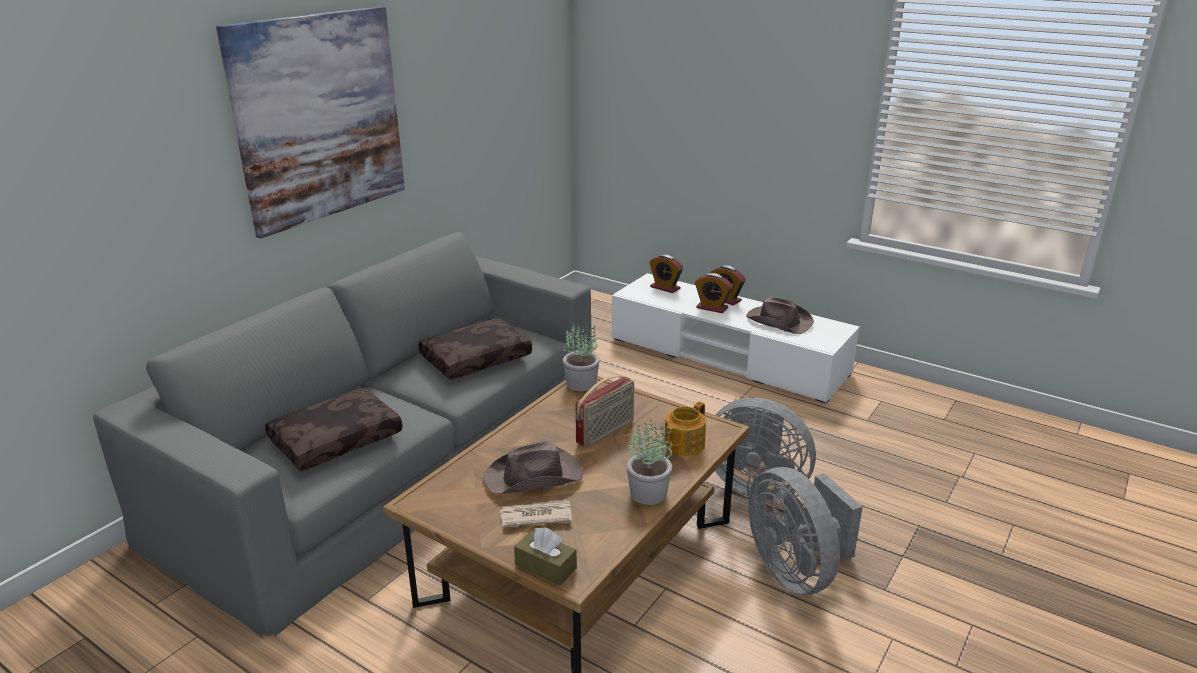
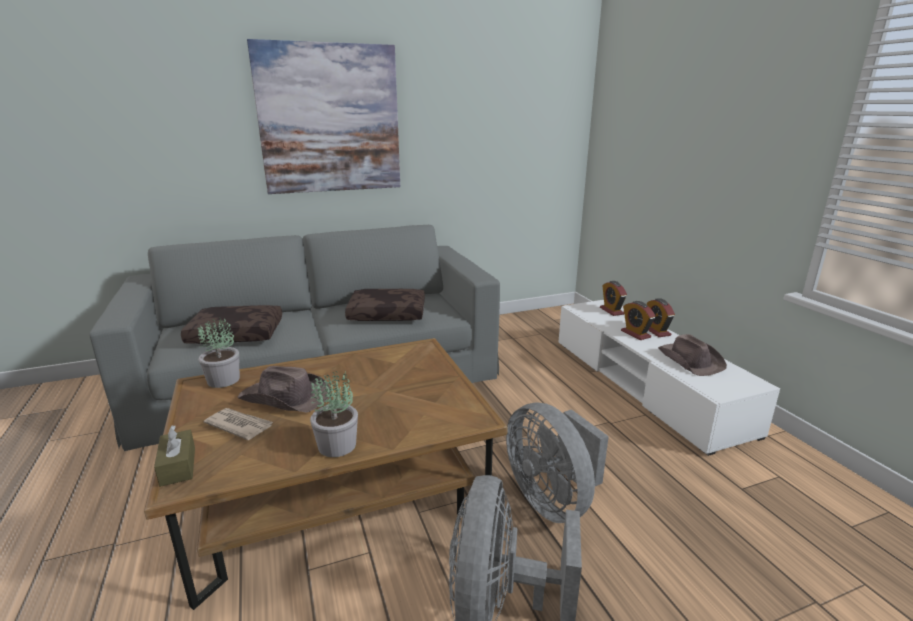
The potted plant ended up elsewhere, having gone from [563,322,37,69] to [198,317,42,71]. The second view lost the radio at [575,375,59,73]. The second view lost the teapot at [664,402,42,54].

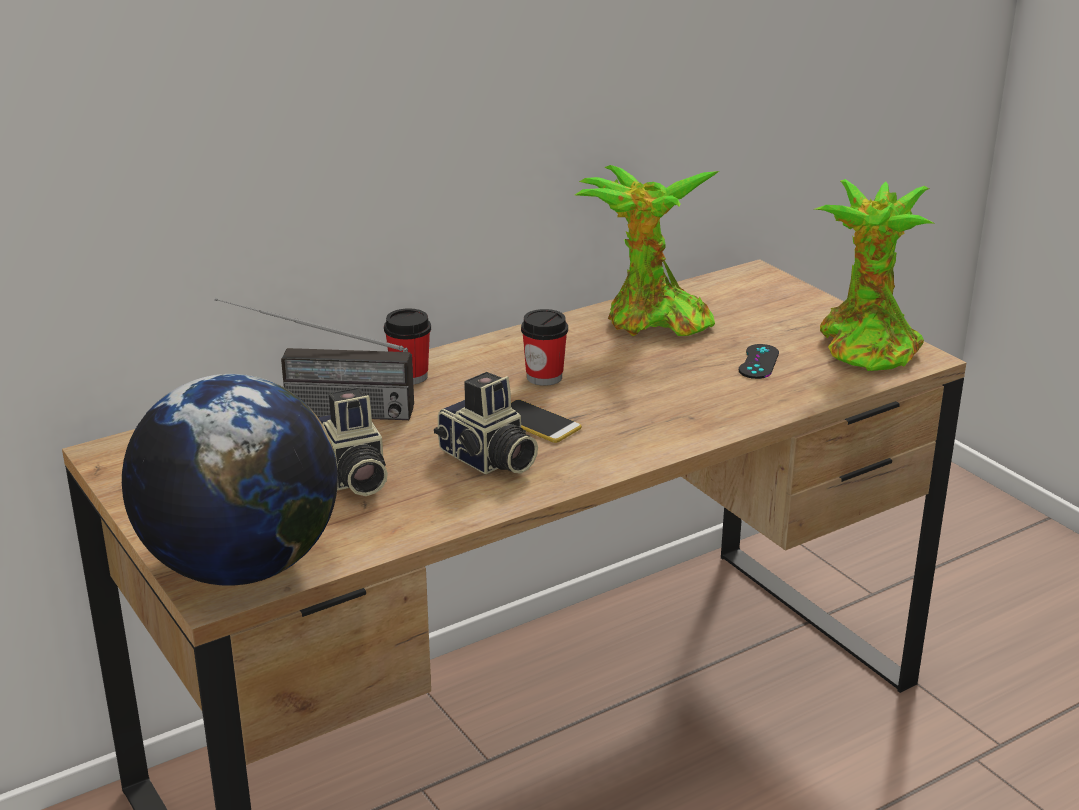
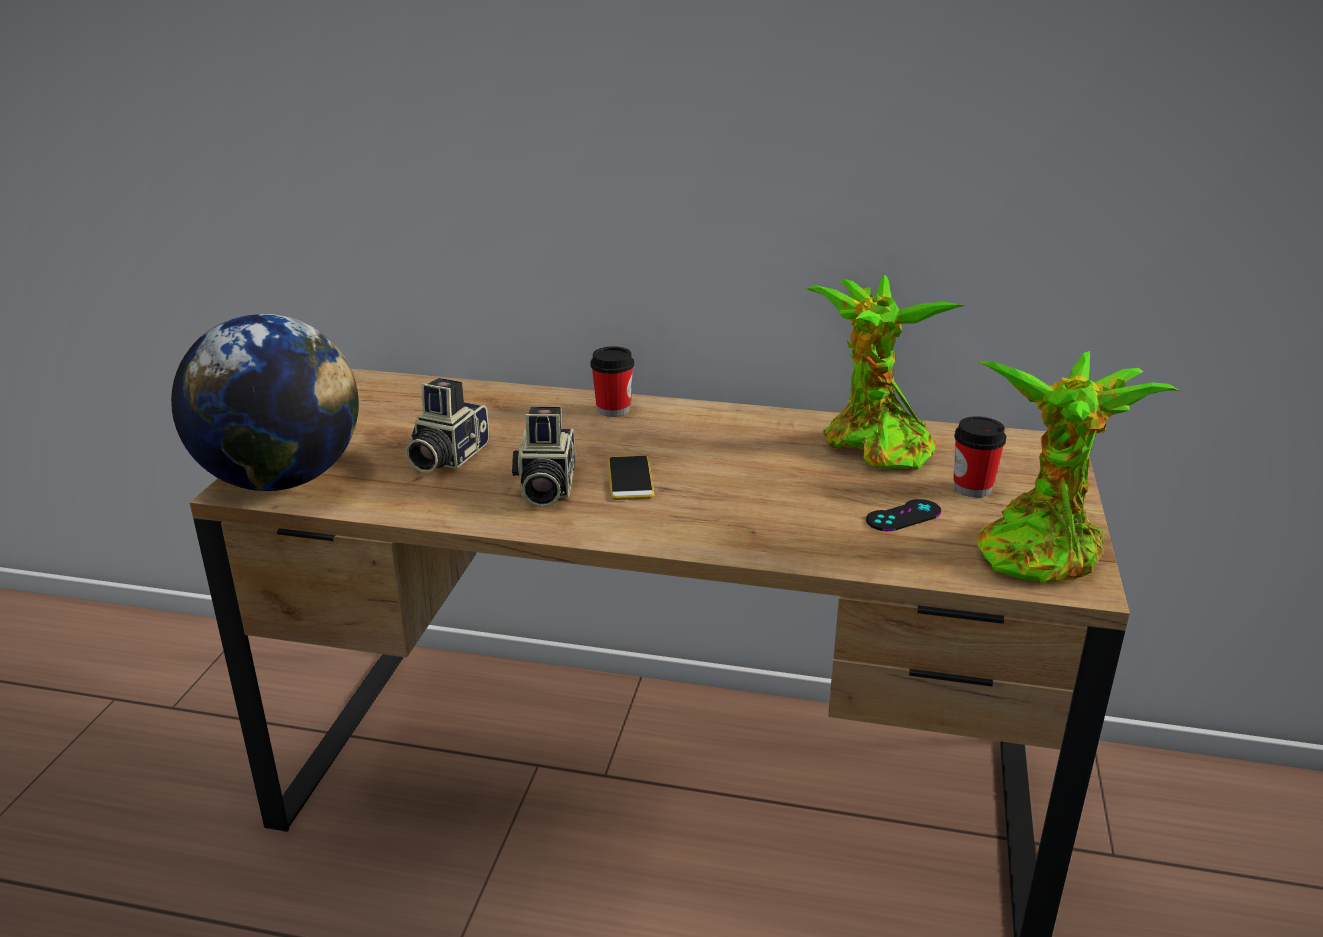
The second view lost the radio at [215,298,199,122]. The cup ended up elsewhere, having gone from [521,309,47,77] to [953,416,53,81].

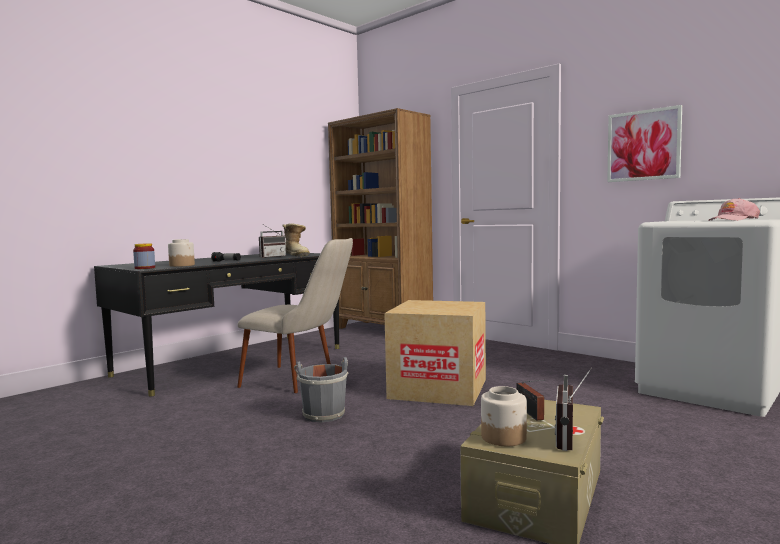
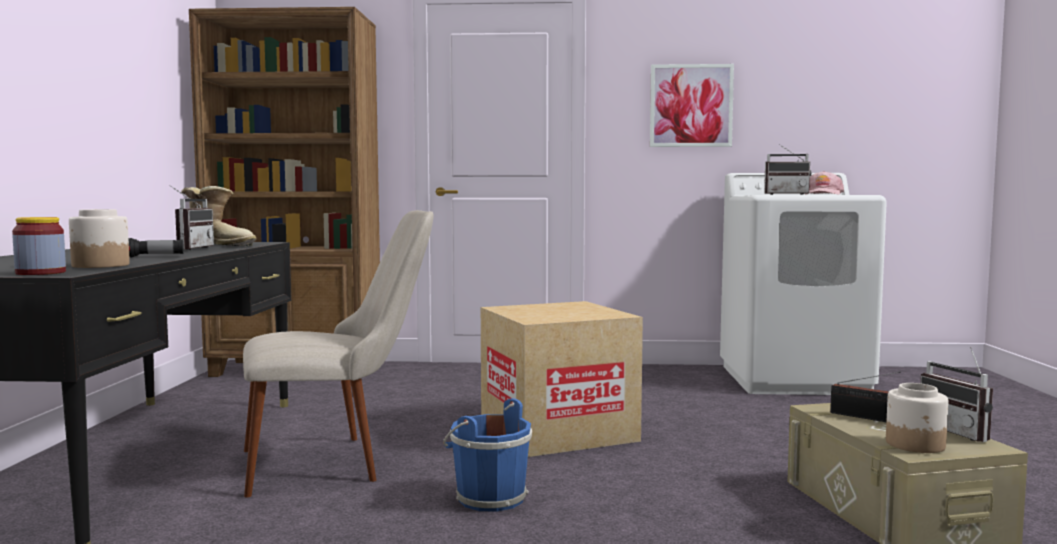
What was the grey bucket at [294,357,54,65] turned into the blue bucket at [443,398,89,114]. The second view gained the radio at [764,144,47,51].

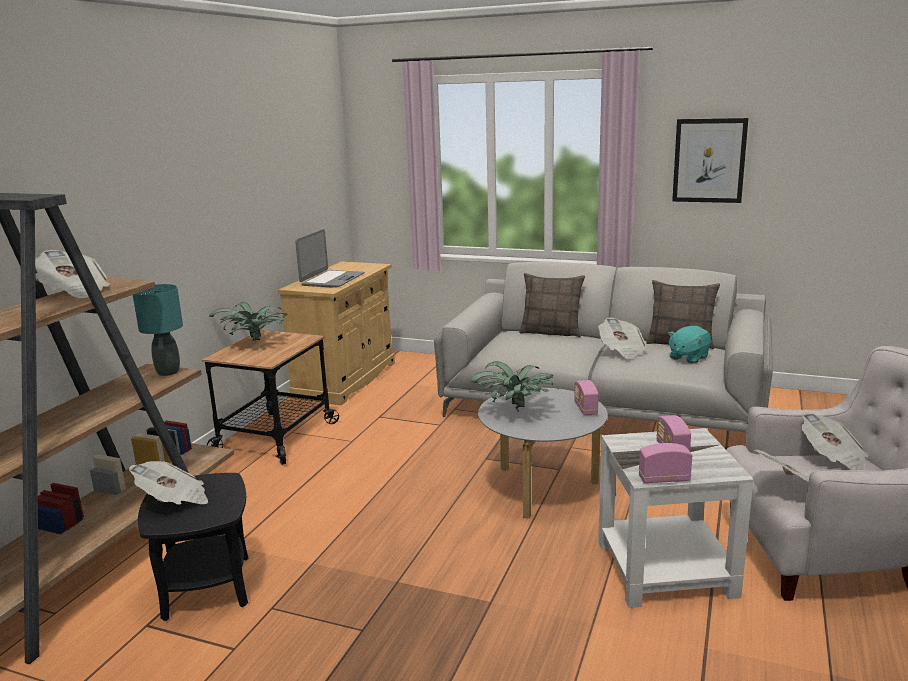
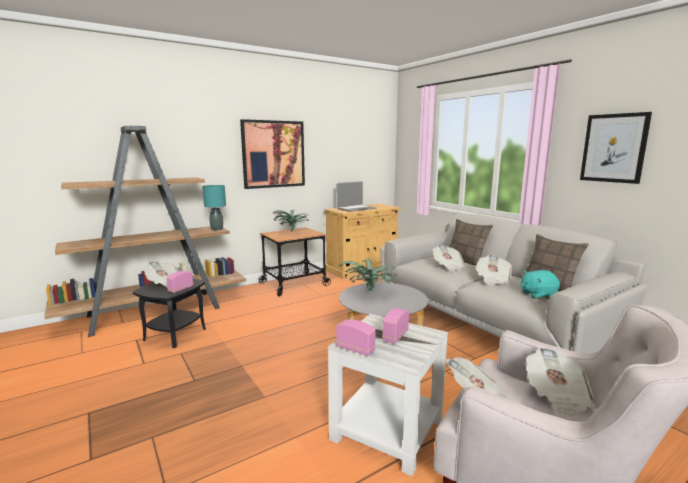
The newspaper ended up elsewhere, having gone from [35,250,75,48] to [433,244,32,28]. The radio ended up elsewhere, having gone from [574,380,24,35] to [166,271,27,22]. The second view gained the picture at [240,119,65,70].

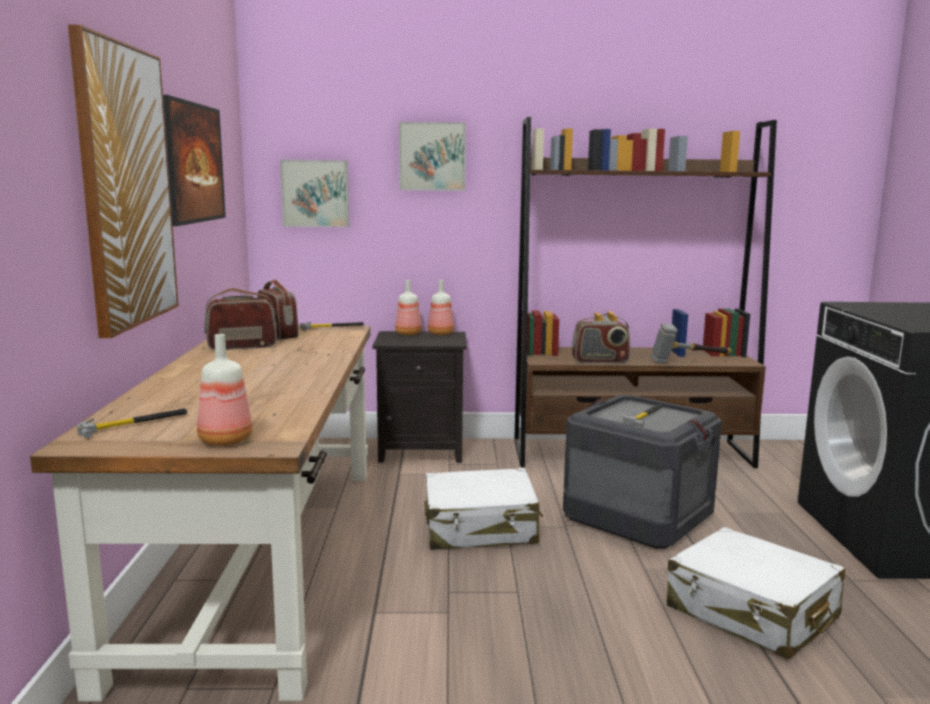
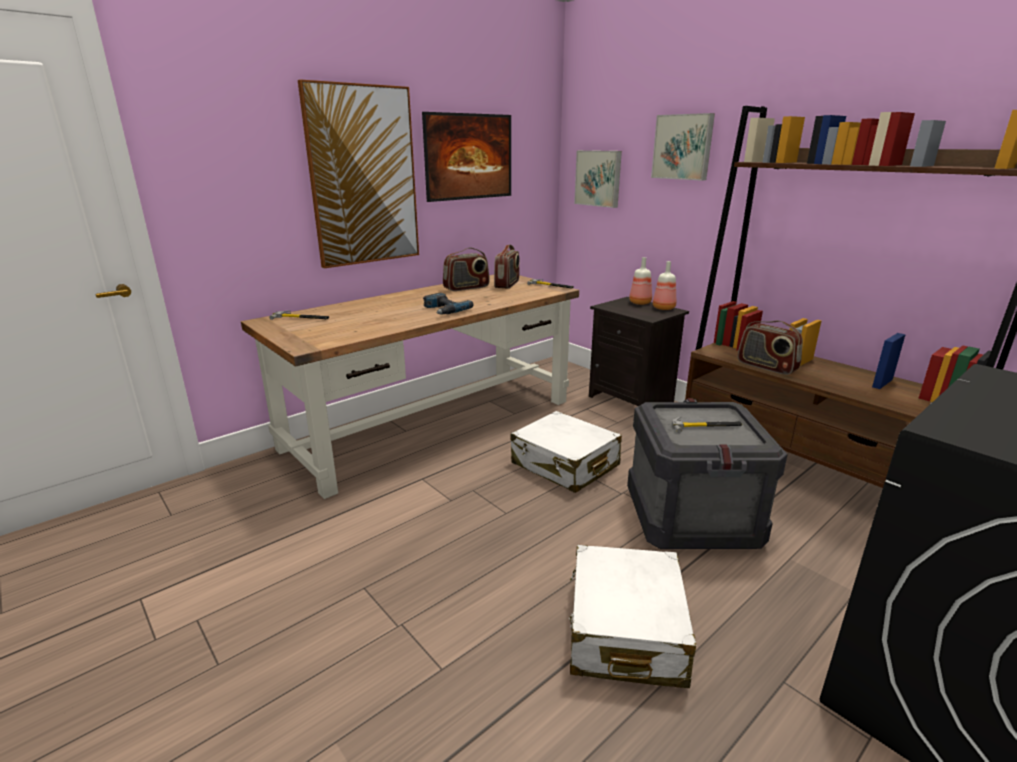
The second view lost the bottle at [197,334,56,112]. The radio at [204,288,73,62] ended up facing another way, 120 degrees clockwise from before. The second view lost the hammer at [651,323,81,41]. The second view gained the power drill at [423,293,51,22].

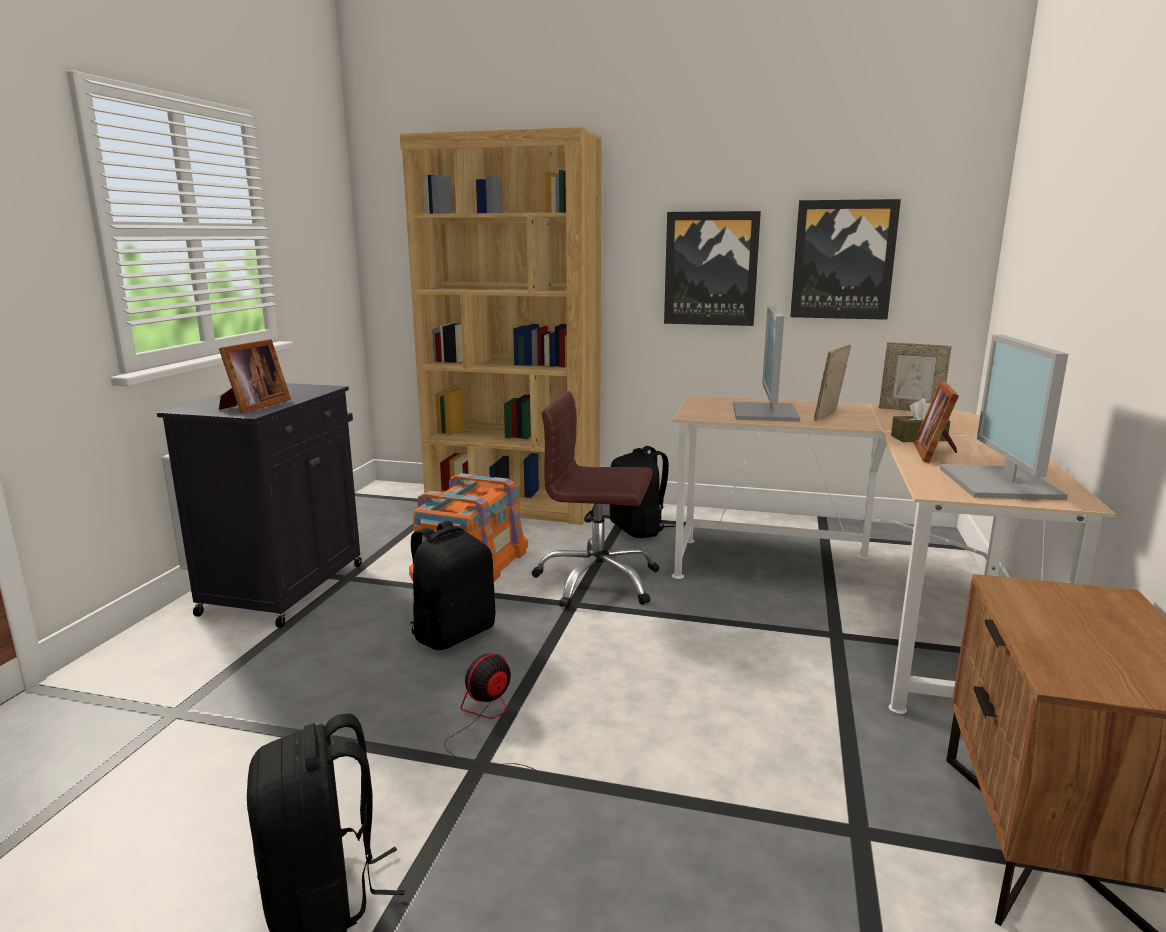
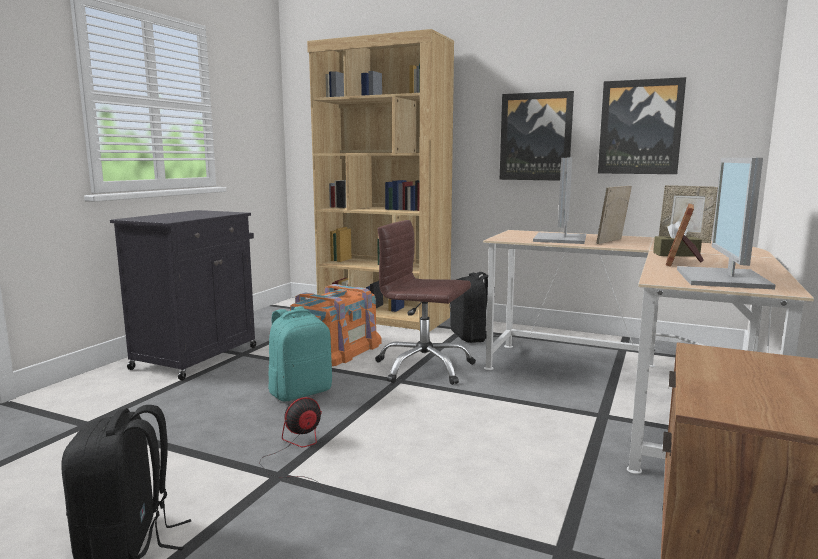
The second view lost the picture frame at [219,339,72,74]. What was the black backpack at [410,521,85,129] turned into the turquoise backpack at [268,306,64,96].

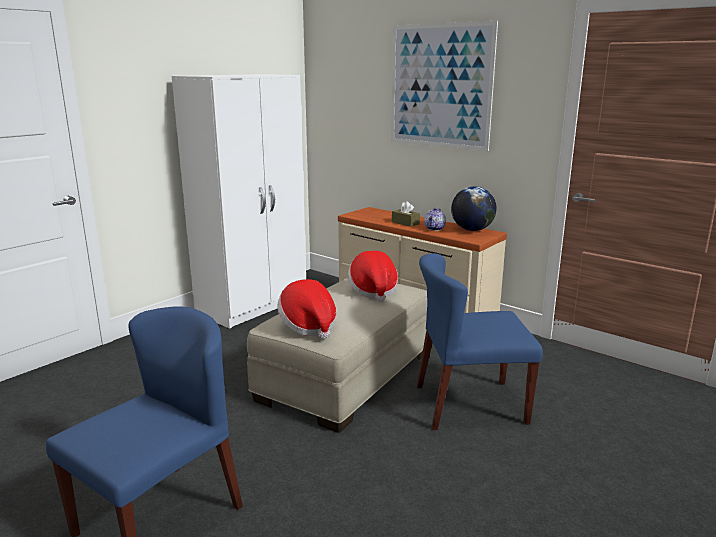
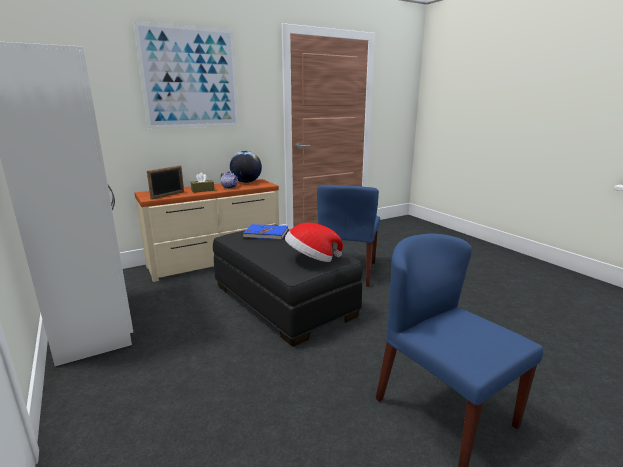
What was the beige ottoman at [247,278,180,155] turned into the black ottoman at [213,225,150,122]. Where the hat stood at [348,251,50,51], the blue book came to stand at [243,224,45,16]. The second view gained the picture frame at [147,165,37,35].

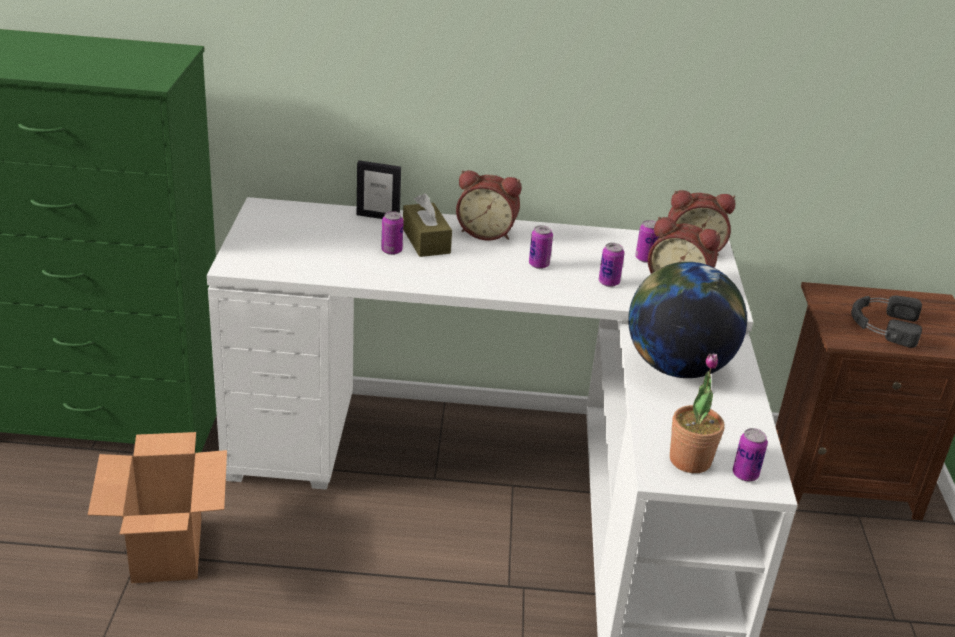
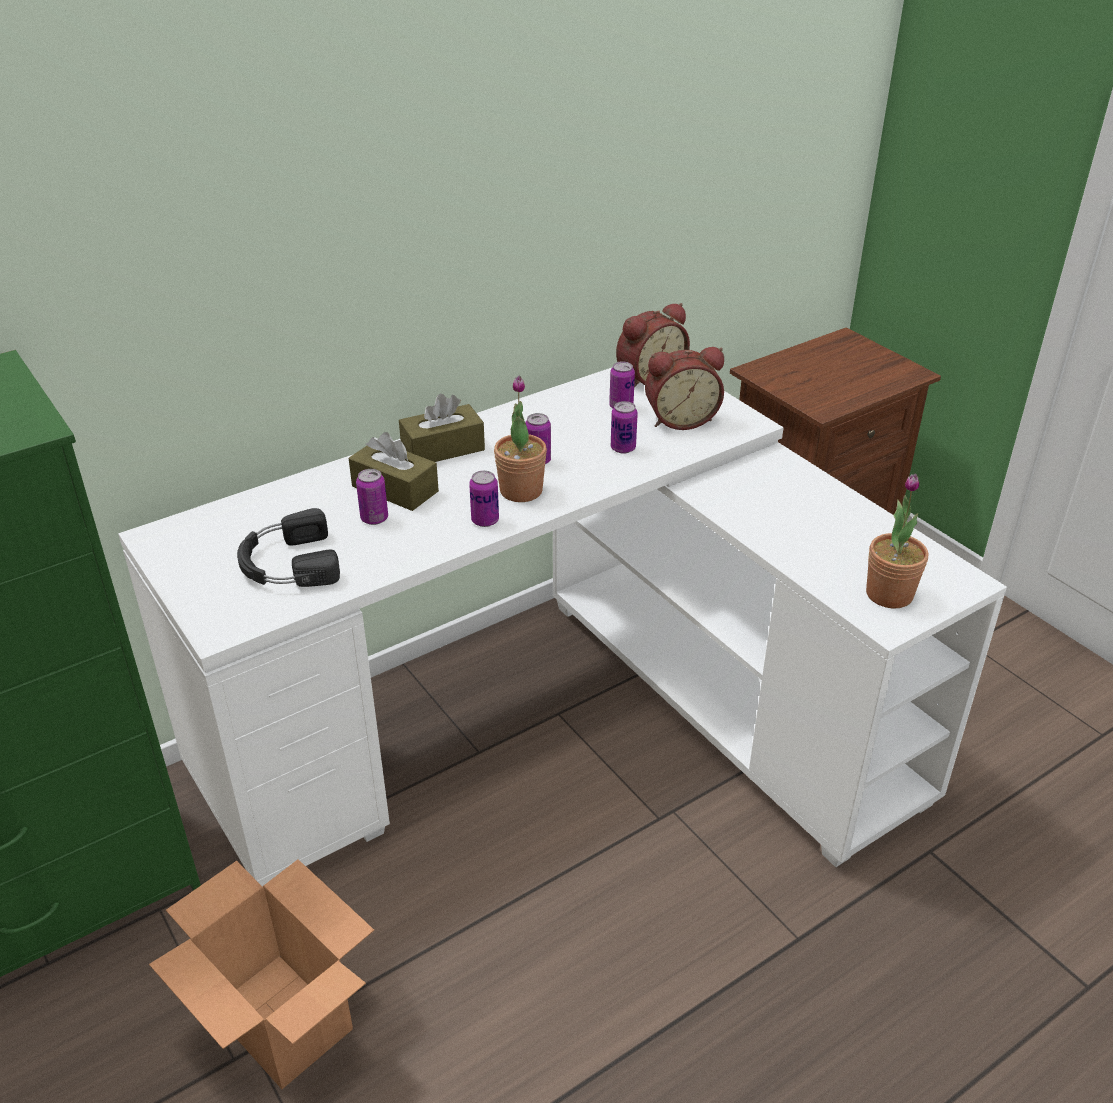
The second view lost the picture frame at [357,160,44,59]. Where the alarm clock stood at [456,170,65,70], the brown tissue box came to stand at [399,394,86,68]. The second view lost the globe at [628,262,119,116]. The can ended up elsewhere, having gone from [733,428,35,53] to [469,471,30,56]. The black headphones ended up elsewhere, having gone from [851,295,71,53] to [237,508,103,79]. The second view gained the potted plant at [494,376,53,126].

